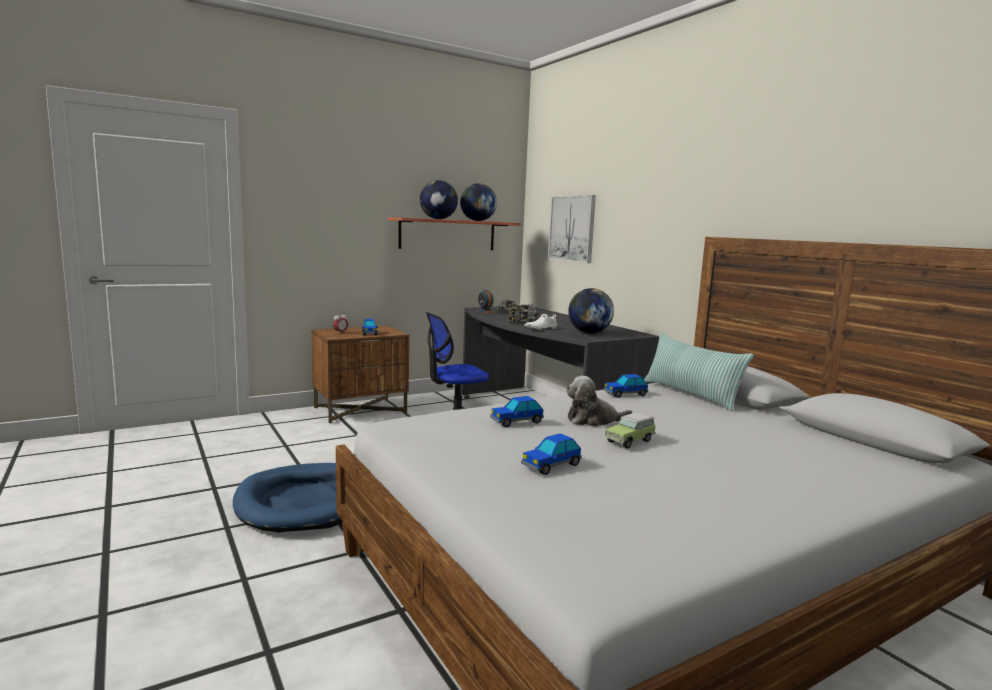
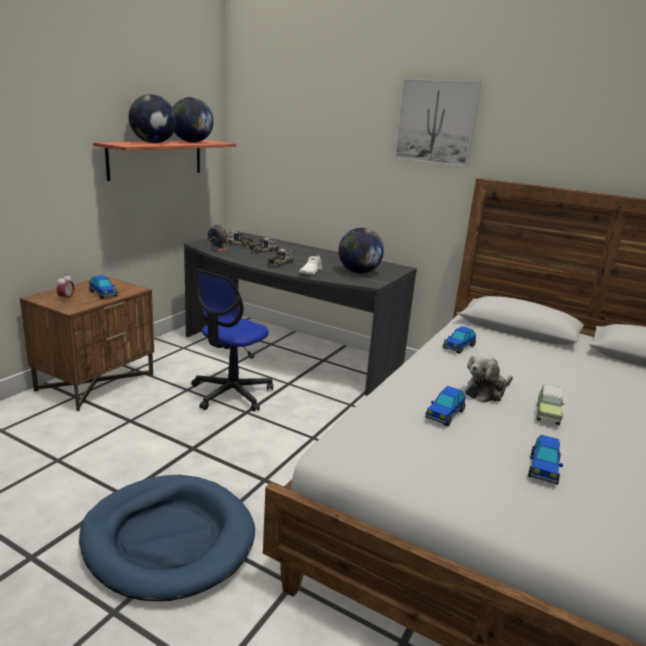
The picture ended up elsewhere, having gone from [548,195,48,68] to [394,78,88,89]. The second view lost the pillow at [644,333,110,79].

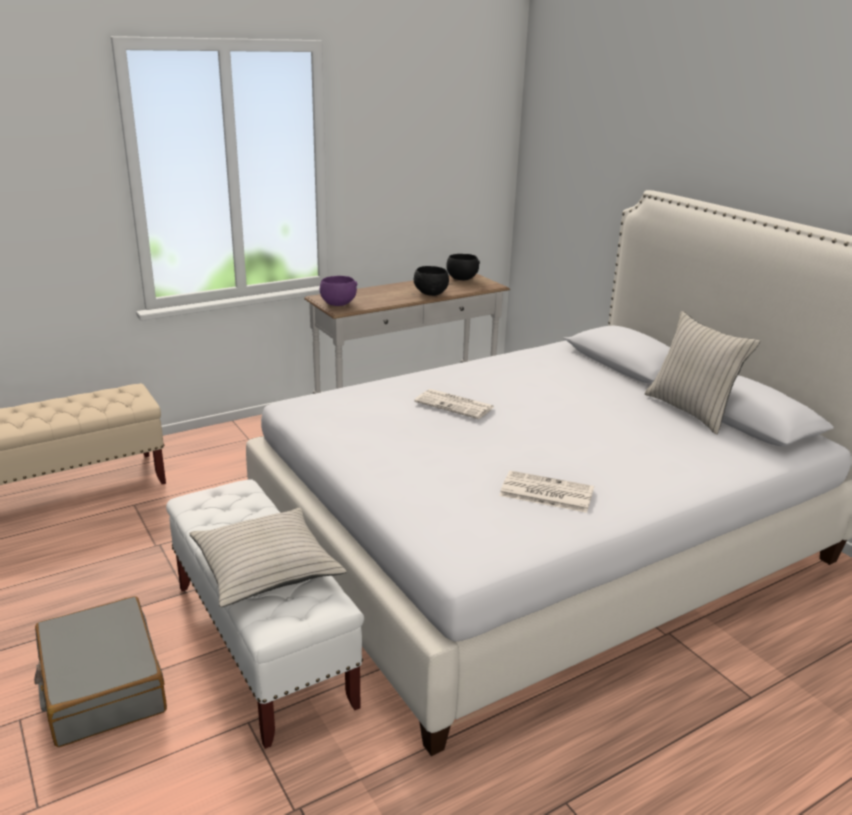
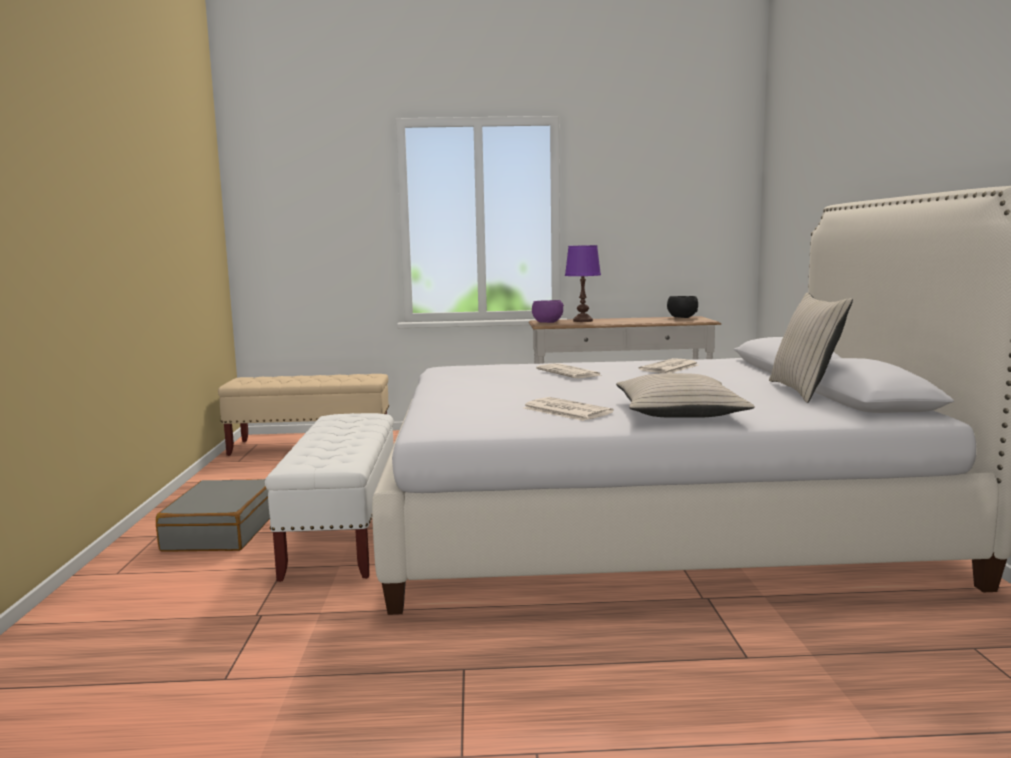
The beige pillow ended up elsewhere, having gone from [189,508,158,99] to [616,373,139,45]. The second view lost the black bowl at [414,266,35,30]. The second view gained the purple table lamp at [565,245,36,77]. The second view gained the newspaper at [639,358,59,15].

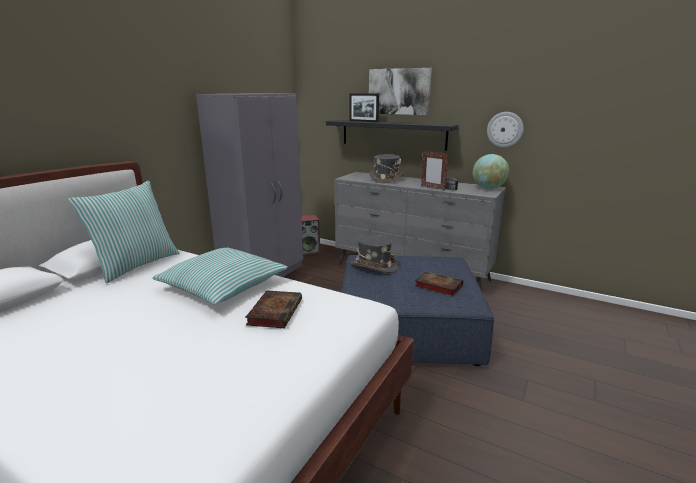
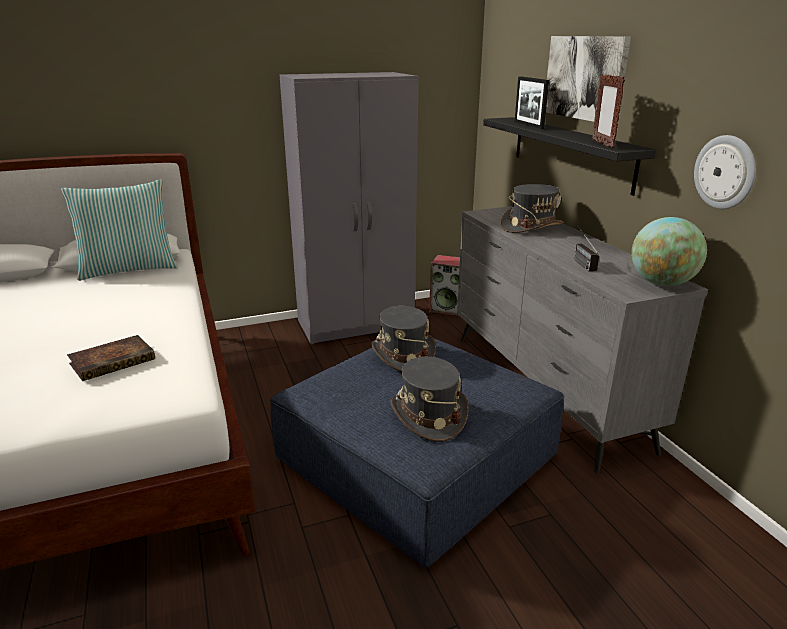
The second view lost the pillow at [152,247,136,58]. Where the book stood at [415,272,48,24], the grey hat came to stand at [391,357,78,85]. The picture frame ended up elsewhere, having gone from [421,151,27,40] to [592,74,33,74].

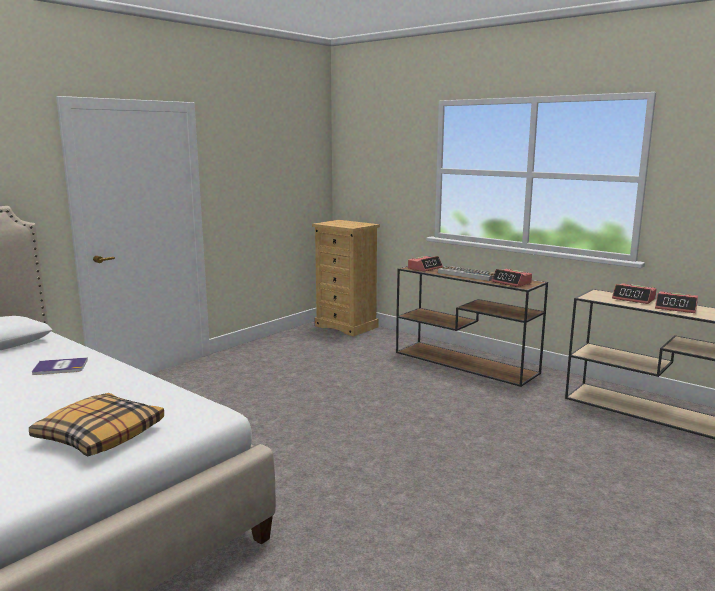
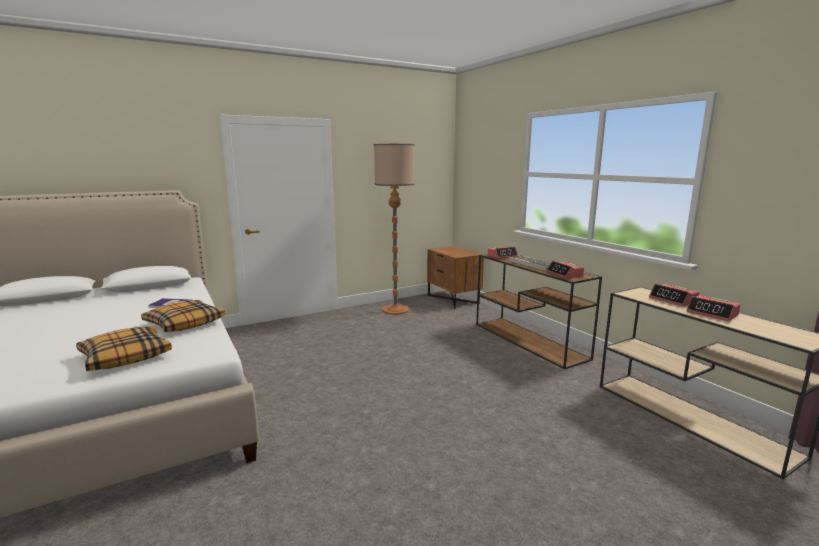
Where the beige dresser stood at [312,220,68,116], the brown nightstand came to stand at [427,246,57,63]. The second view gained the pillow at [141,300,84,32]. The second view gained the floor lamp at [374,144,41,171].

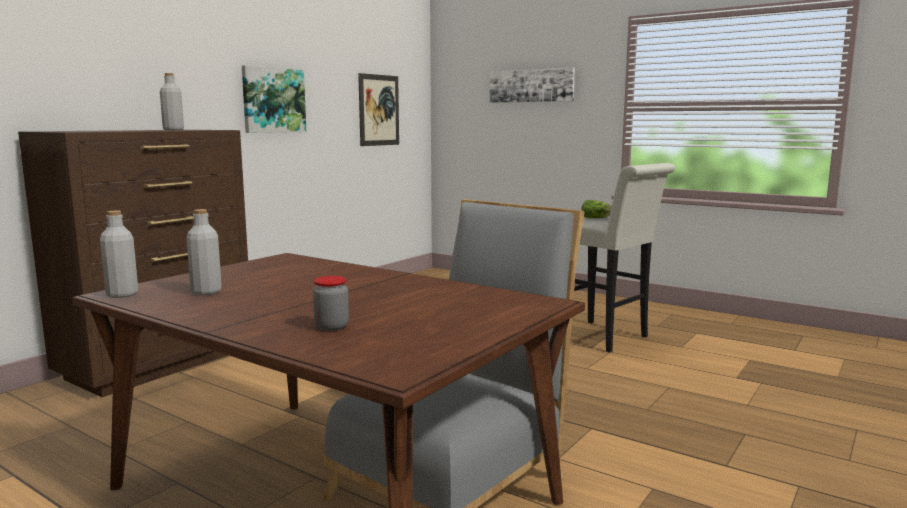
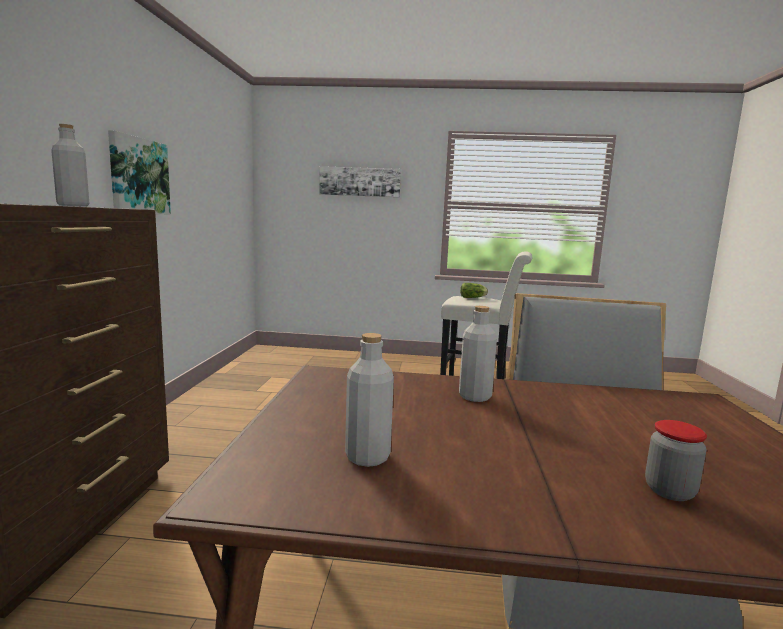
The grey bottle ended up elsewhere, having gone from [100,210,38,88] to [459,306,38,96]. The second view lost the picture at [358,73,41,73].

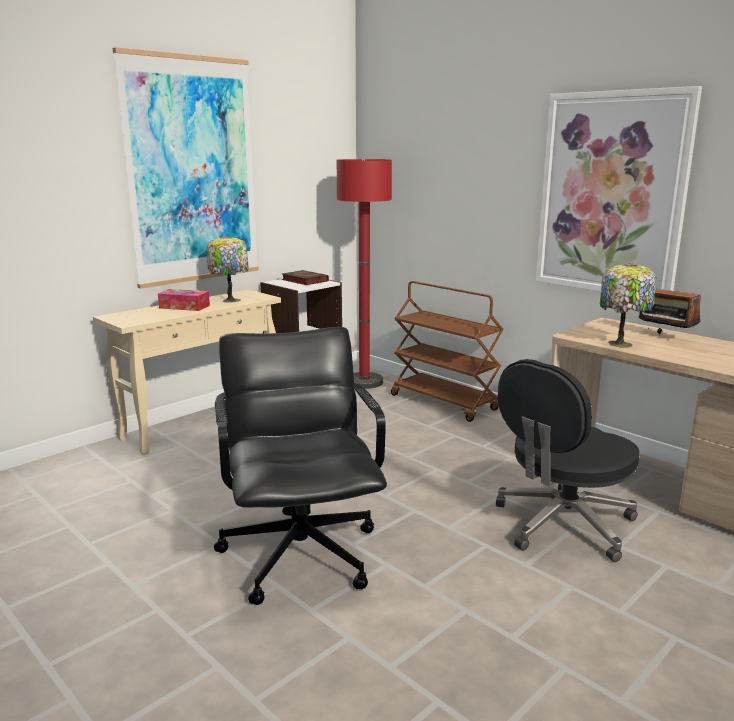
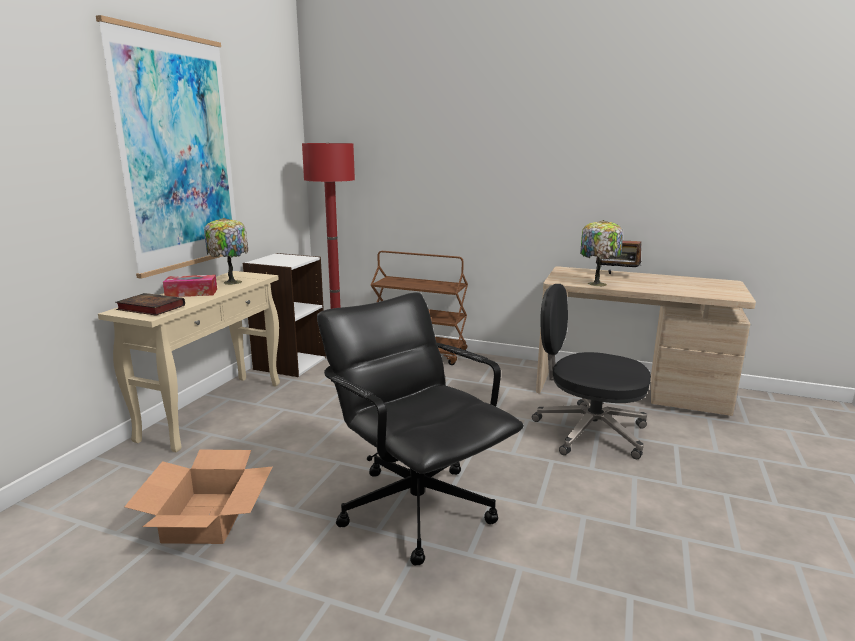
The book ended up elsewhere, having gone from [282,270,47,15] to [115,293,70,23]. The black office chair at [496,359,144,203] ended up facing another way, 90 degrees clockwise from before. The second view lost the picture at [536,86,166,205]. The second view gained the cardboard box at [124,450,149,94].

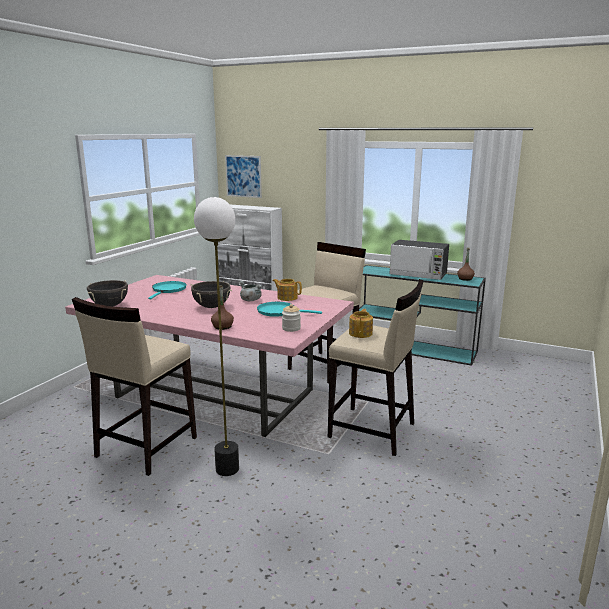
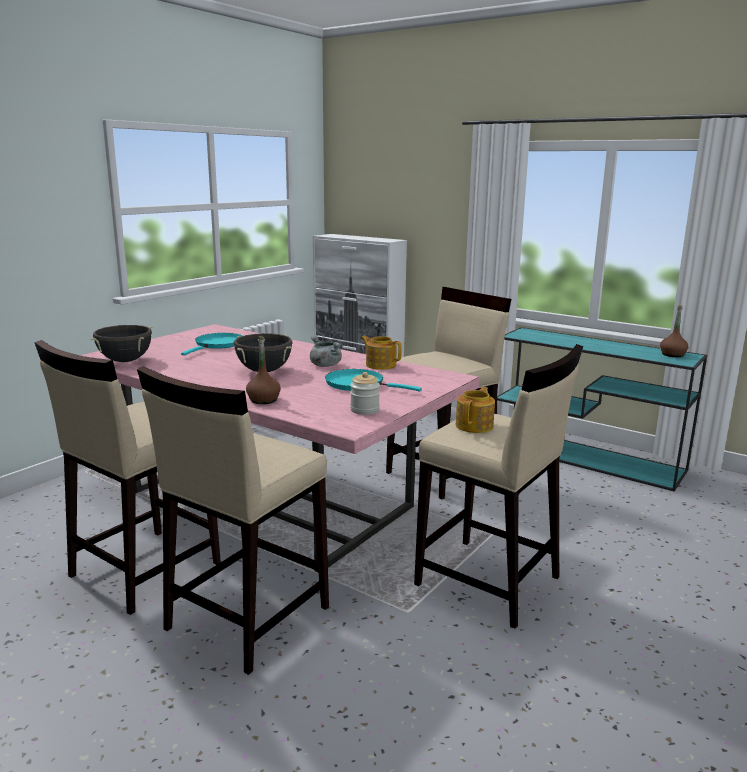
Where the floor lamp stood at [194,197,45,279], the beige stool came to stand at [137,366,192,309]. The second view lost the picture at [225,155,37,43]. The second view lost the microwave at [389,240,60,40].

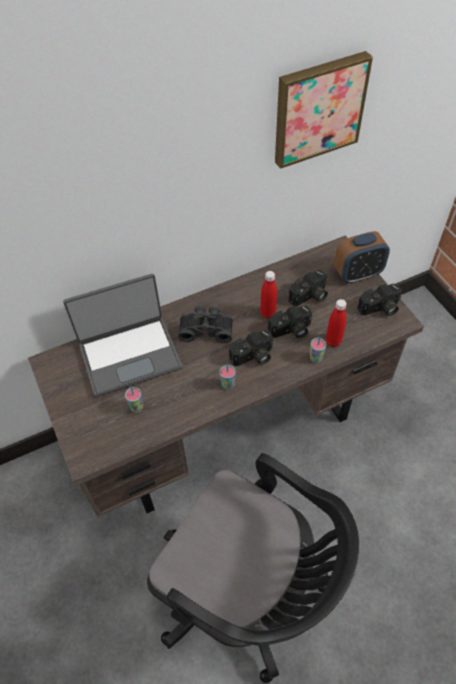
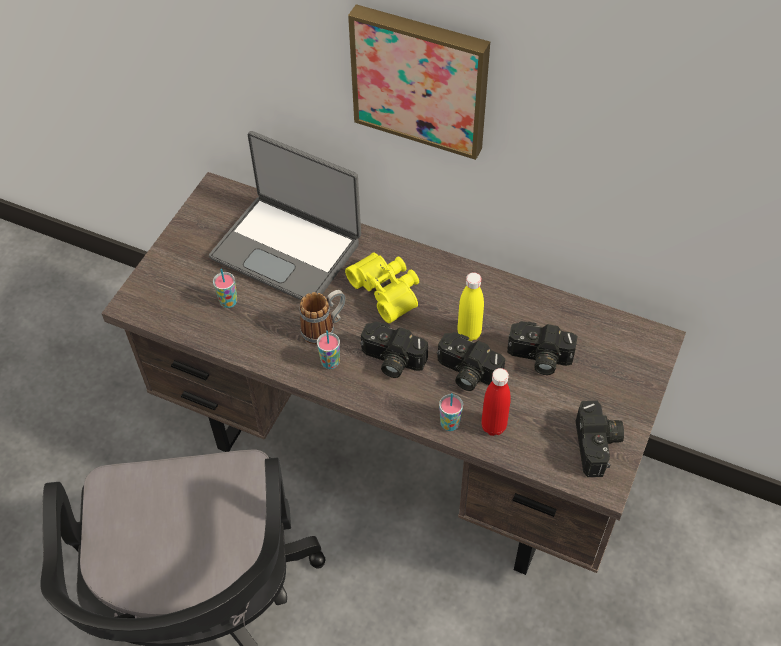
What was the black binoculars at [178,306,55,37] turned into the yellow binoculars at [345,253,74,70]. What was the red bottle at [260,271,17,48] turned into the yellow bottle at [457,272,27,69]. The picture ended up elsewhere, having gone from [275,51,98,118] to [348,4,142,156]. The second view lost the alarm clock at [334,231,56,53]. The photo camera at [357,284,45,32] ended up facing another way, 120 degrees counterclockwise from before. The second view gained the mug at [300,290,46,54].

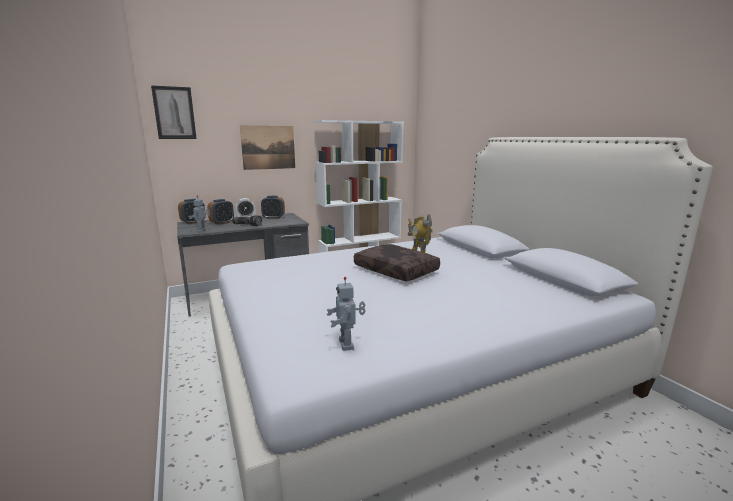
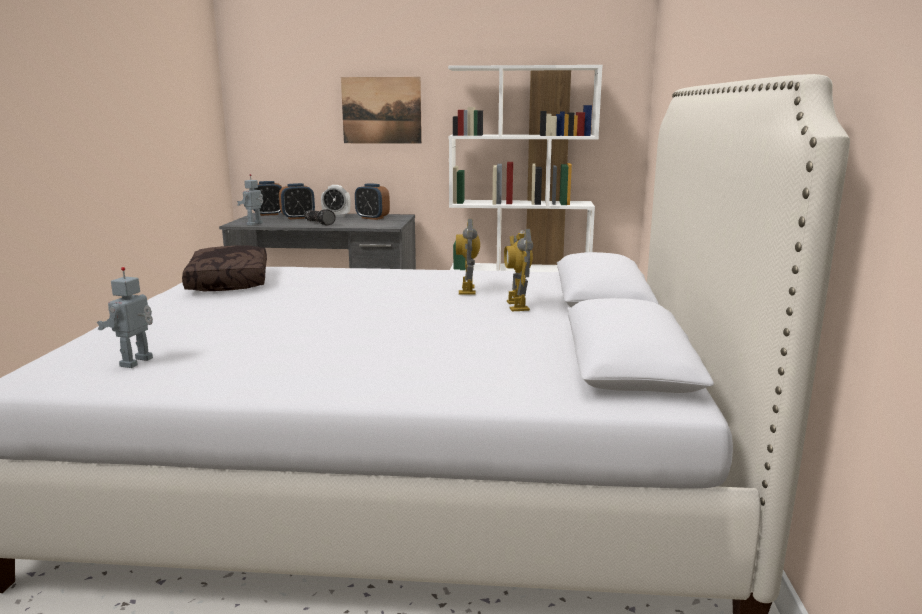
The second view lost the picture at [151,85,45,54]. The brown pillow ended up elsewhere, having gone from [354,244,86,37] to [182,246,85,45]. The second view gained the toy robot at [504,229,29,82].

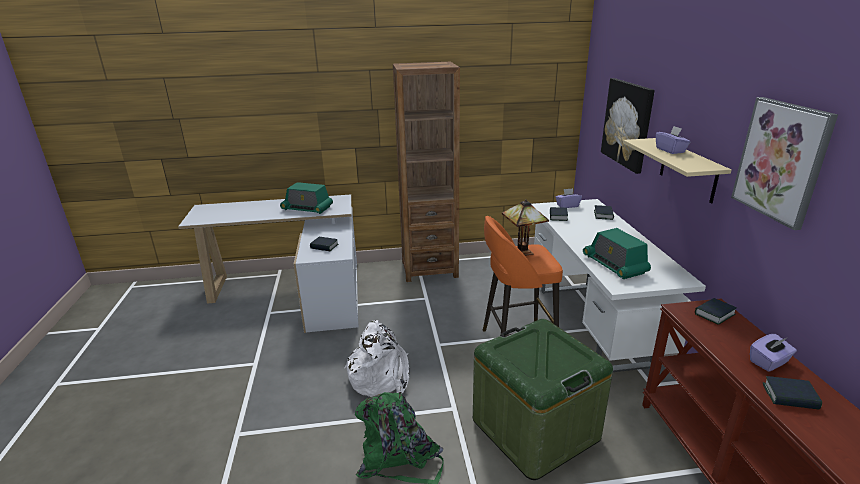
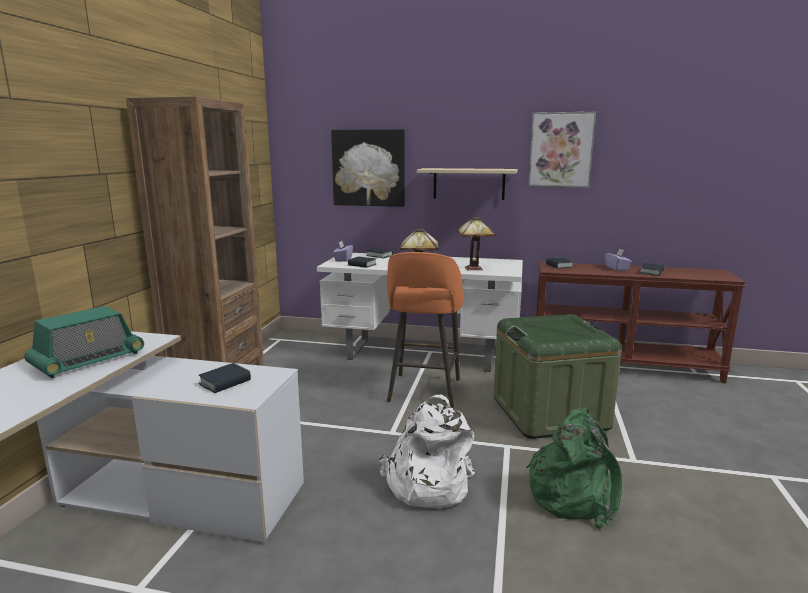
Where the radio stood at [583,228,68,51], the table lamp came to stand at [457,215,39,56]. The second view lost the purple tissue box at [656,126,35,28].

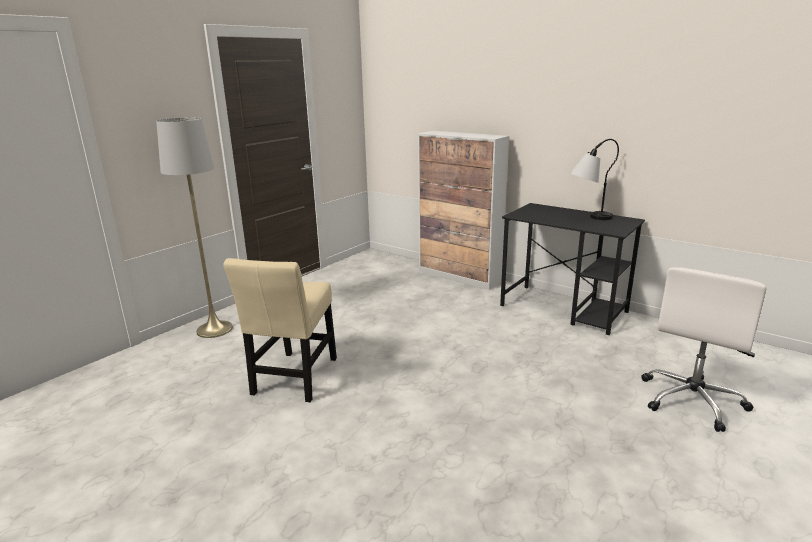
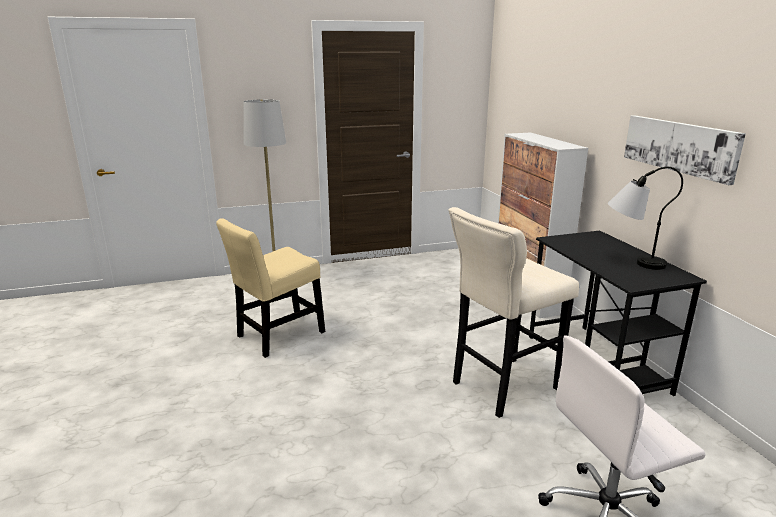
The second view gained the beige stool at [448,207,131,211]. The second view gained the picture at [624,115,122,70].

